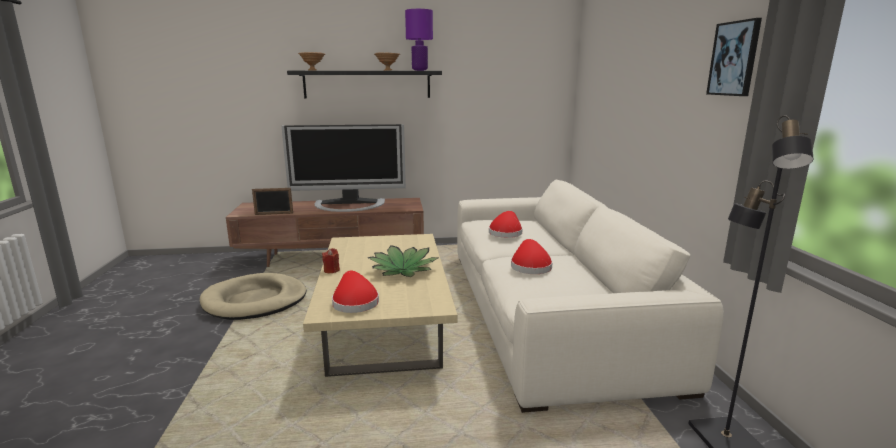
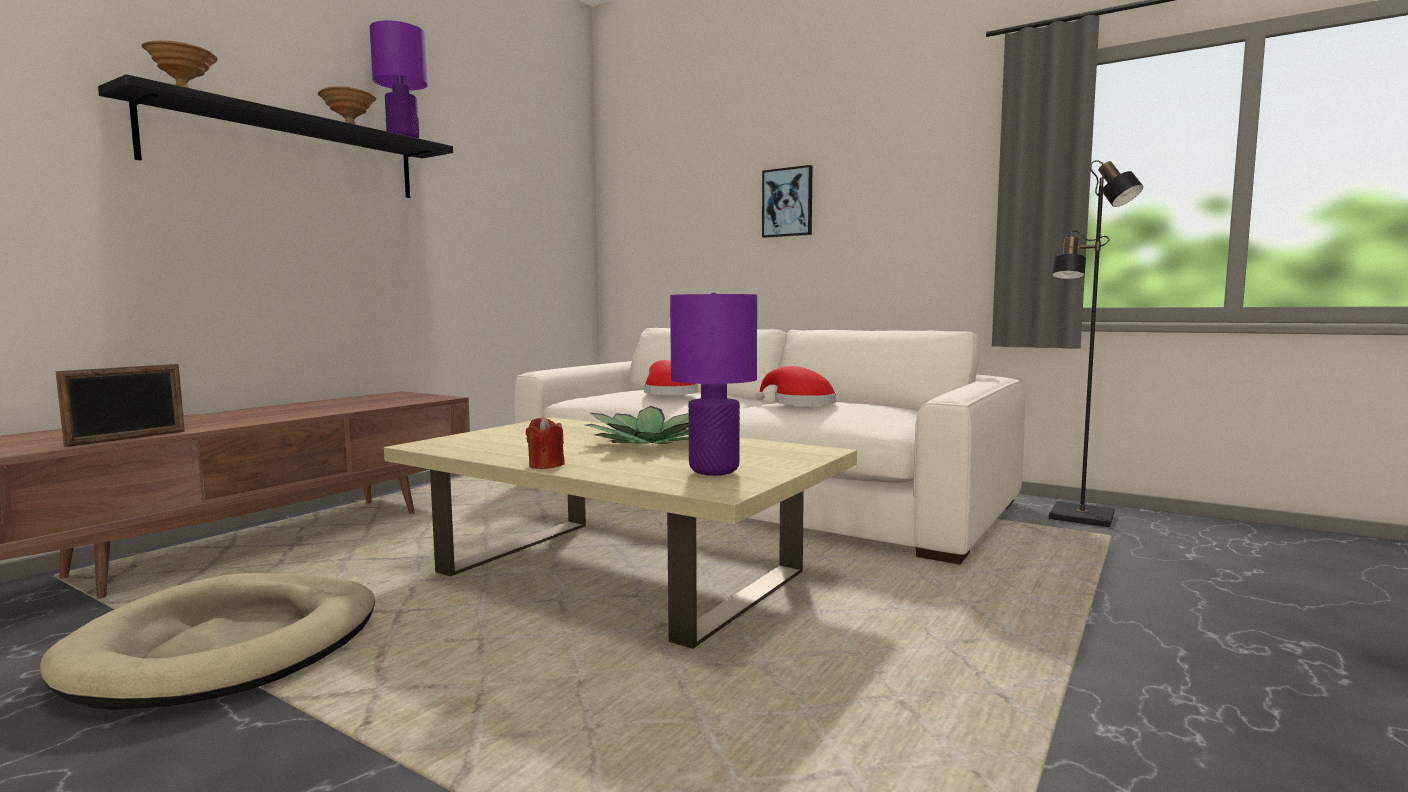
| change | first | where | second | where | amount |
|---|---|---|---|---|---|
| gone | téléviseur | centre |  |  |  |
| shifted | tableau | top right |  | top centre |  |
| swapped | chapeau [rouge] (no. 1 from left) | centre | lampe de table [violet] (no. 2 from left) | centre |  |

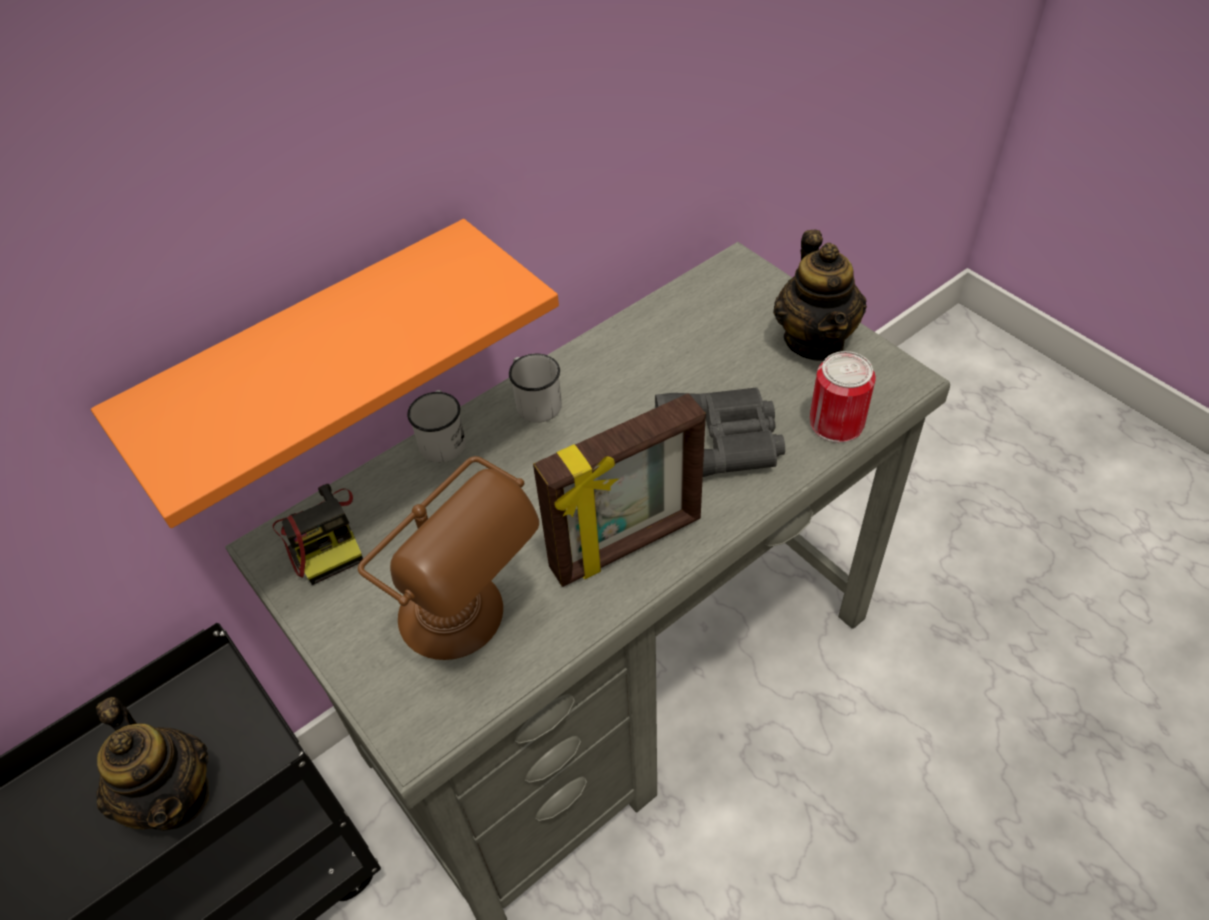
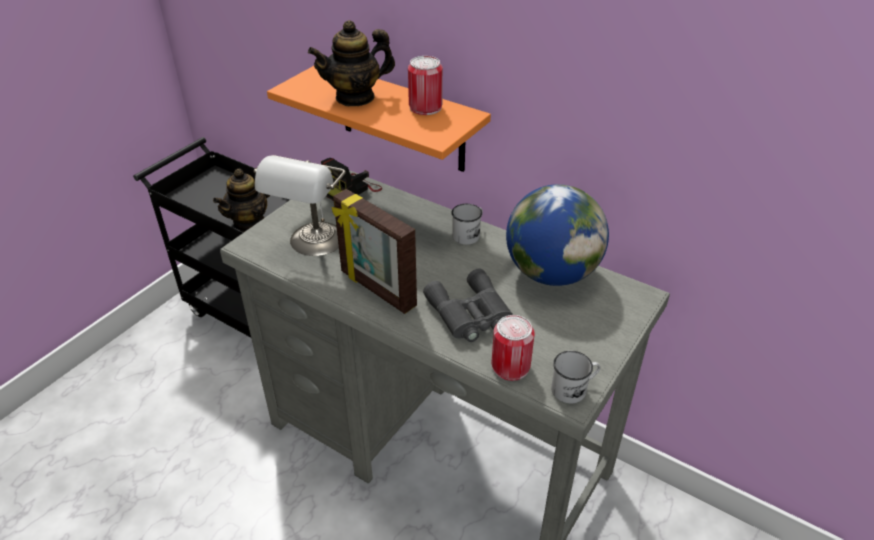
| change | first | where | second | where | amount |
|---|---|---|---|---|---|
| new |  |  | boîte métallique (no. 1 from left) | top centre |  |
| new |  |  | globe | centre |  |
| shifted | mug [blanc] (no. 1 from left in the first image) | centre | mug [blanc] (no. 2 from left) | bottom centre |  |
| shifted | théière (no. 2 from left) | top right |  | top centre |  |
| repainted | lampe de table [marron] | centre | lampe de table [blanc] | centre |  |

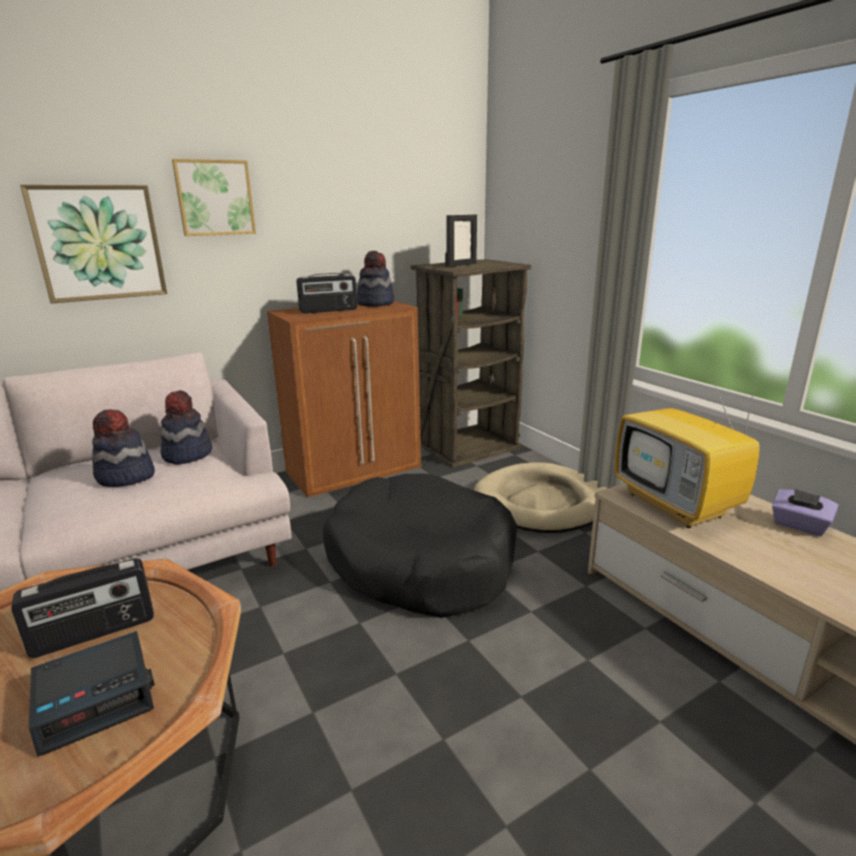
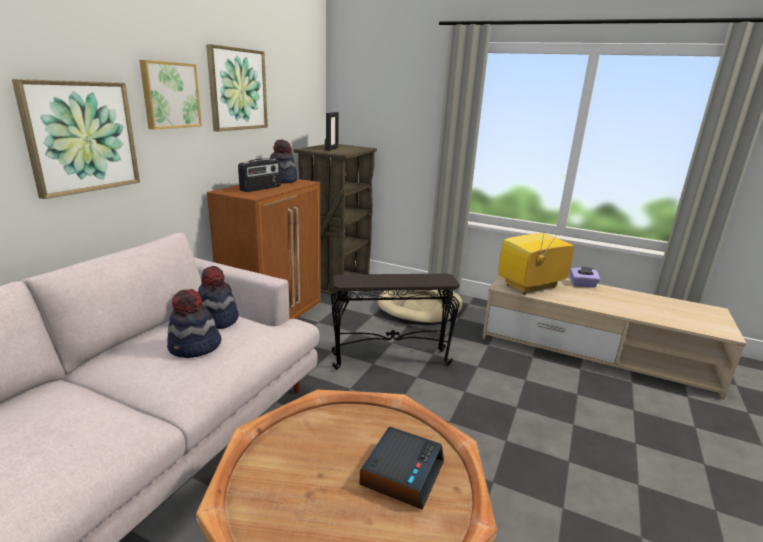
| change | first | where | second | where | amount |
|---|---|---|---|---|---|
| gone | radio (no. 1 from left) | bottom left |  |  |  |
| new |  |  | tableau (no. 3 from left) | top left |  |
| swapped | panier pour chien [noir] | centre | table d'appoint [noir] | centre |  |
| rotated | téléviseur | middle right |  | middle right | 120 degrees clockwise |

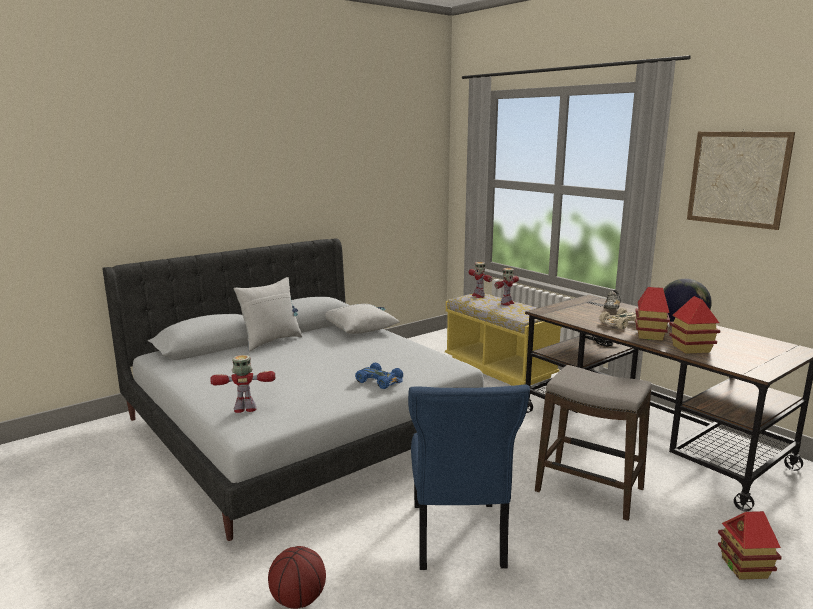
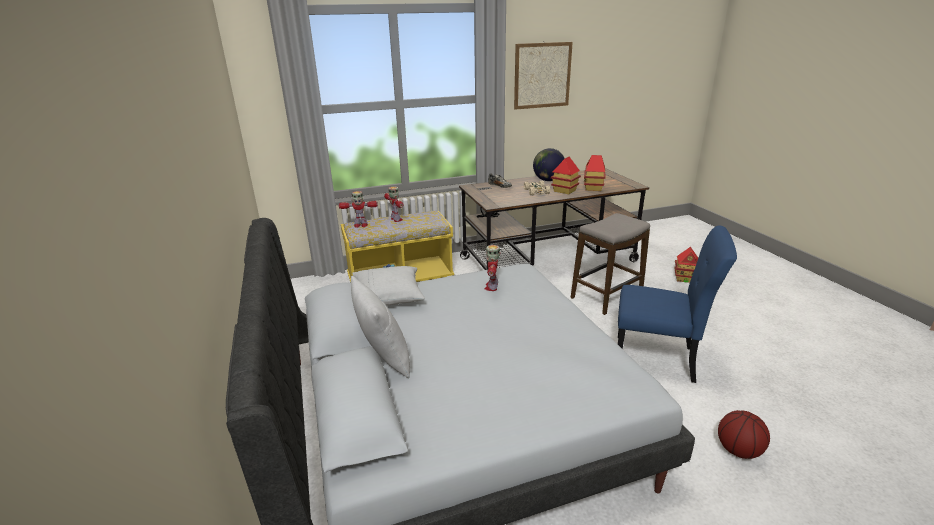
| change | first | where | second | where | amount |
|---|---|---|---|---|---|
| gone | petite voiture [bleu] | centre |  |  |  |
| shifted | robot jouet (no. 1 from left in the first image) | middle left | robot jouet (no. 3 from left) | centre |  |

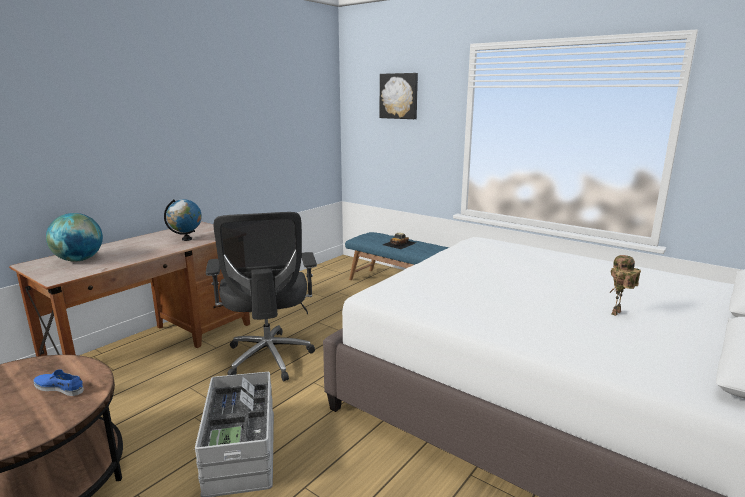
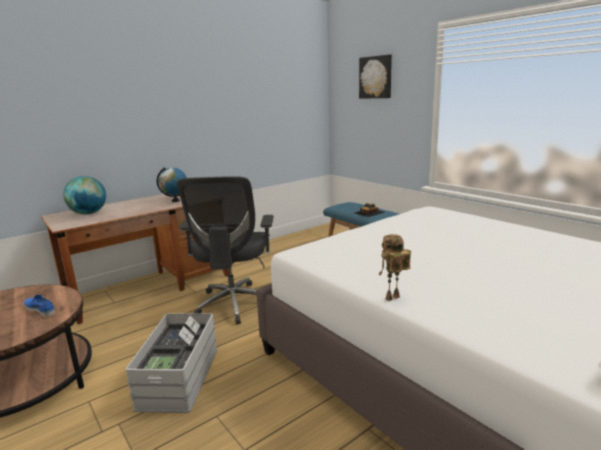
| change | first | where | second | where | amount |
|---|---|---|---|---|---|
| shifted | robot jouet | middle right |  | centre |  |

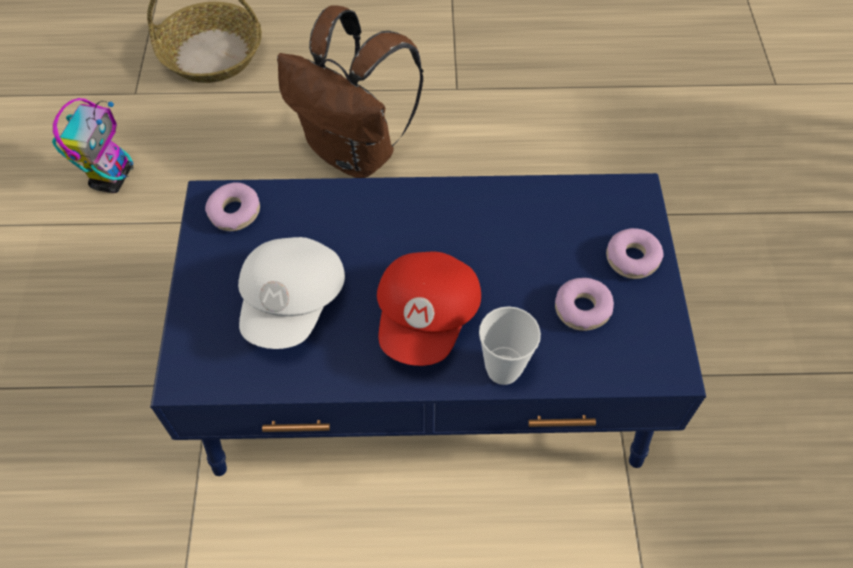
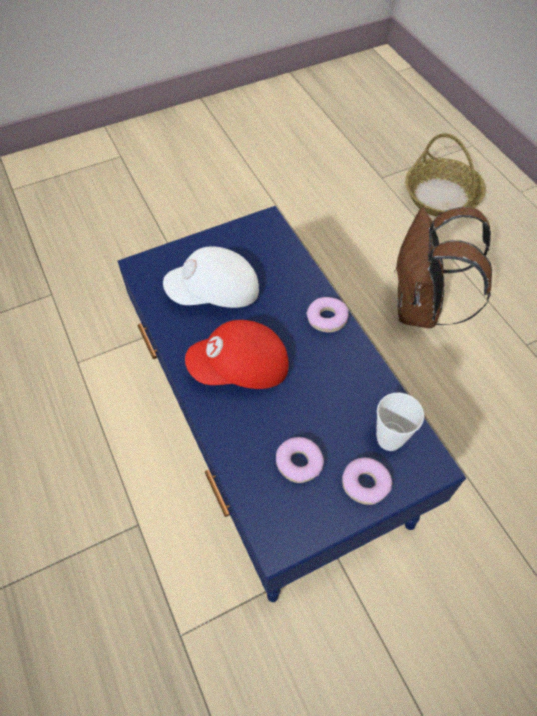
| change | first | where | second | where | amount |
|---|---|---|---|---|---|
| gone | robot jouet | top left |  |  |  |
| shifted | beignet (no. 1 from left in the first image) | middle left | beignet (no. 2 from left) | centre |  |
| shifted | tasse | centre |  | middle right |  |

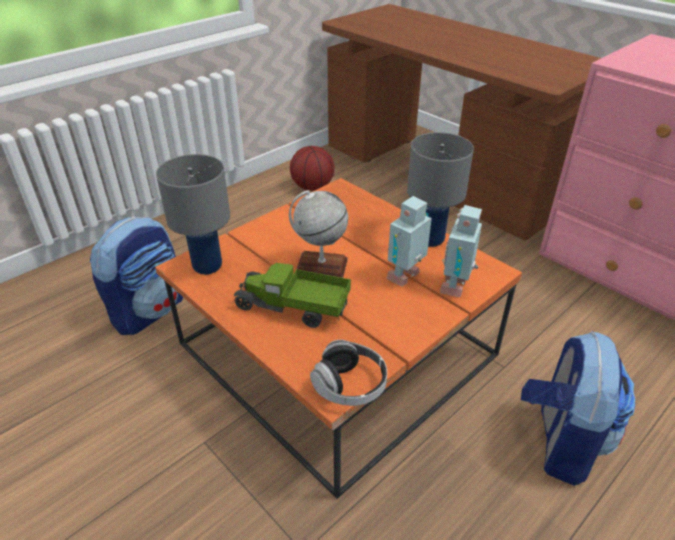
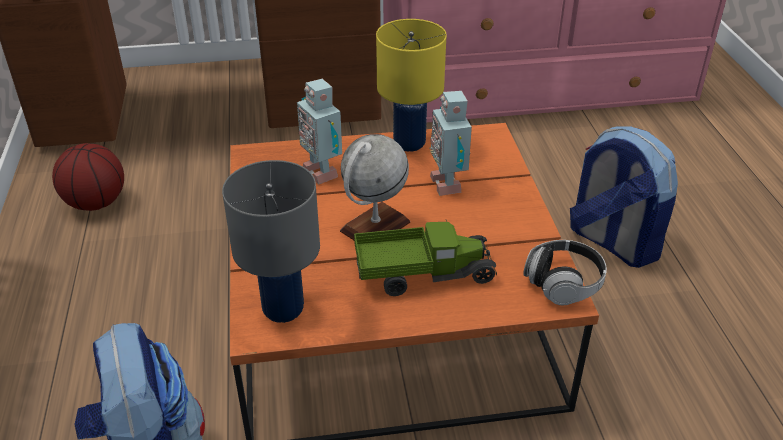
| change | first | where | second | where | amount |
|---|---|---|---|---|---|
| shifted | robot jouet (no. 2 from left in the first image) | middle right | robot jouet (no. 1 from left) | top centre |  |
| repainted | lampe de table [gris] (no. 2 from left) | centre | lampe de table [jaune] | top centre |  |
| rotated | camion jouet | centre |  | centre | 150 degrees counterclockwise |

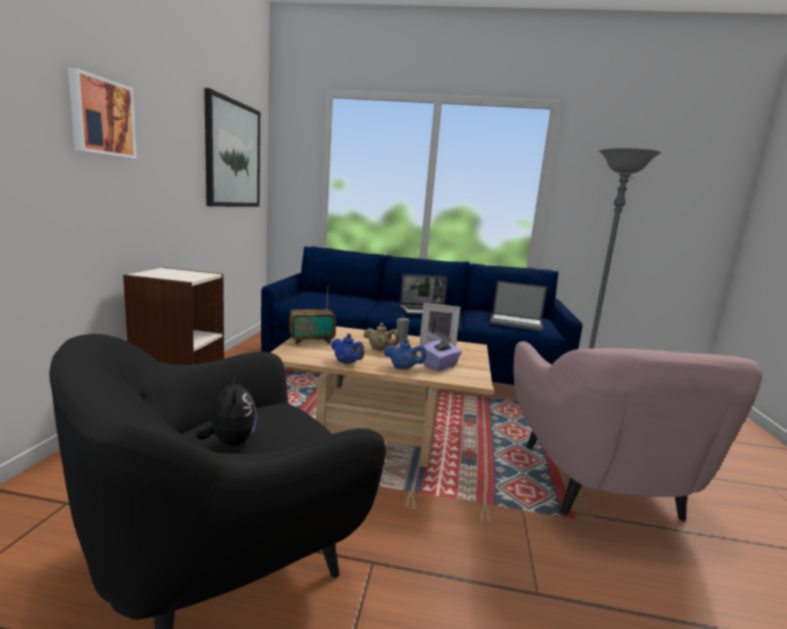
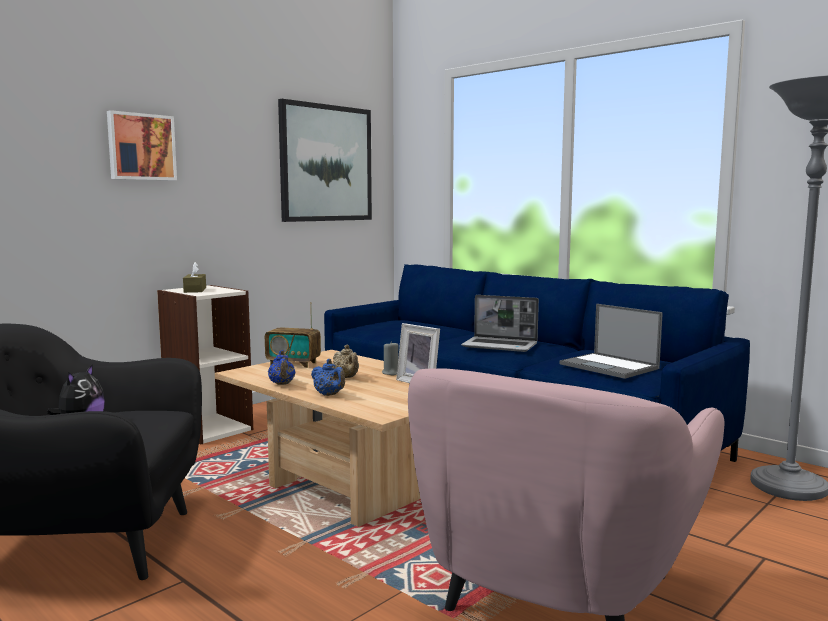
| change | first | where | second | where | amount |
|---|---|---|---|---|---|
| gone | boîte à mouchoirs [violet] | centre |  |  |  |
| new |  |  | boîte à mouchoirs [marron] | middle left |  |

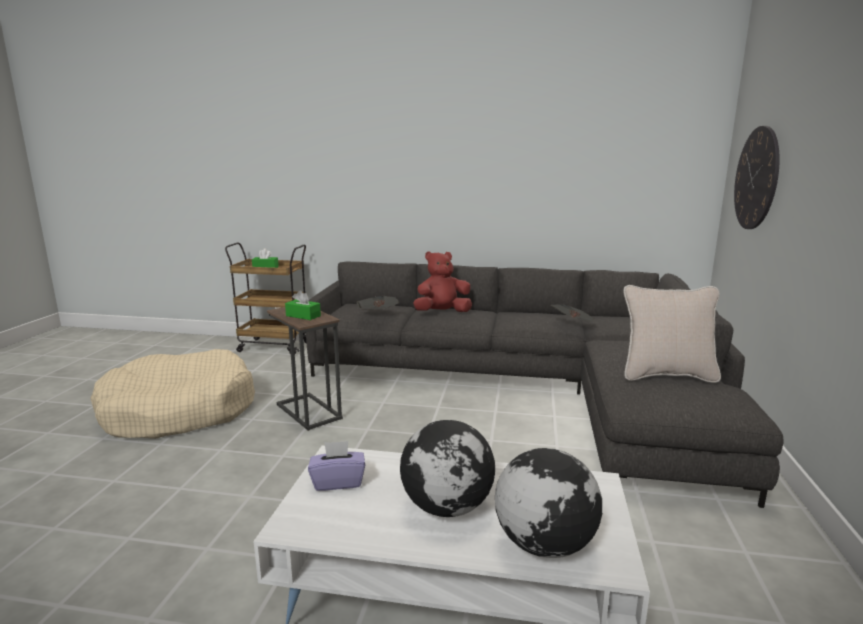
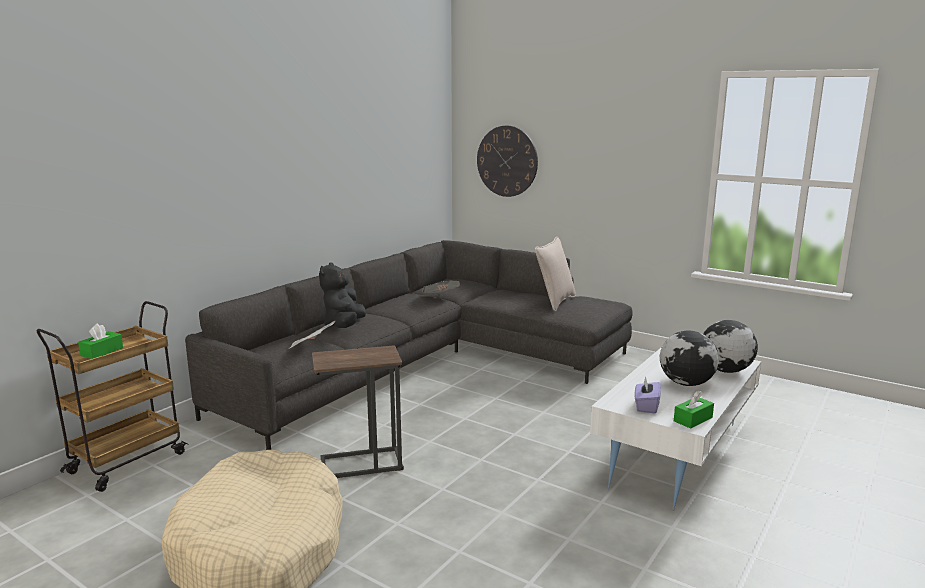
| change | first | where | second | where | amount |
|---|---|---|---|---|---|
| shifted | boîte à mouchoirs [vert] (no. 2 from left) | centre |  | bottom right |  |
| repainted | peluche [rouge] | centre | peluche [noir] | centre |  |

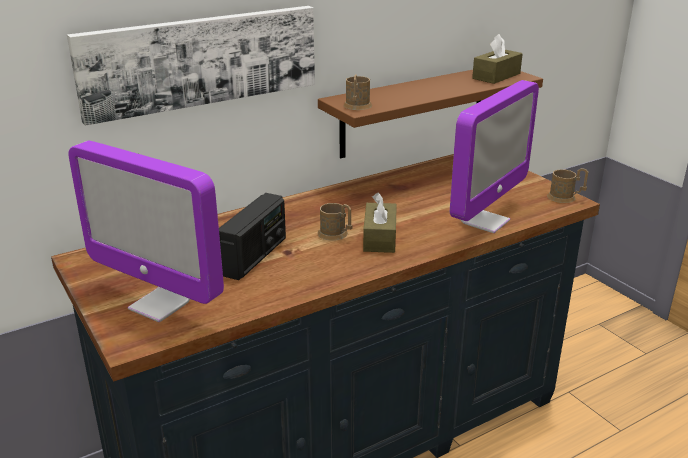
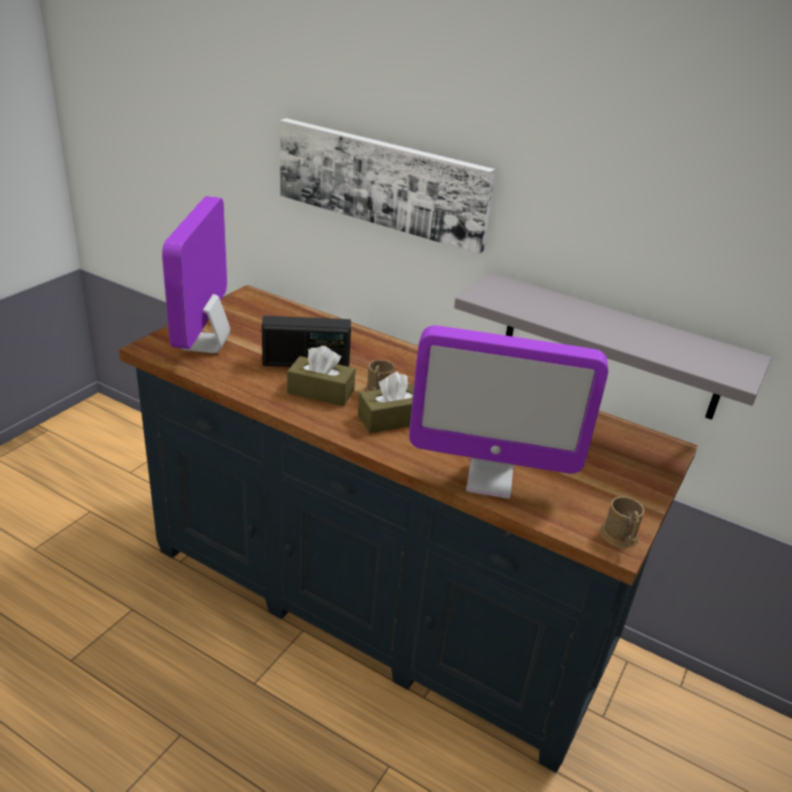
| change | first | where | second | where | amount |
|---|---|---|---|---|---|
| gone | mug [marron] (no. 2 from left) | top centre |  |  |  |
| shifted | boîte à mouchoirs [marron] (no. 2 from left in the first image) | top right | boîte à mouchoirs [marron] (no. 1 from left) | centre |  |
| repainted | étagère [marron] | top centre | étagère [gris] | middle right |  |

